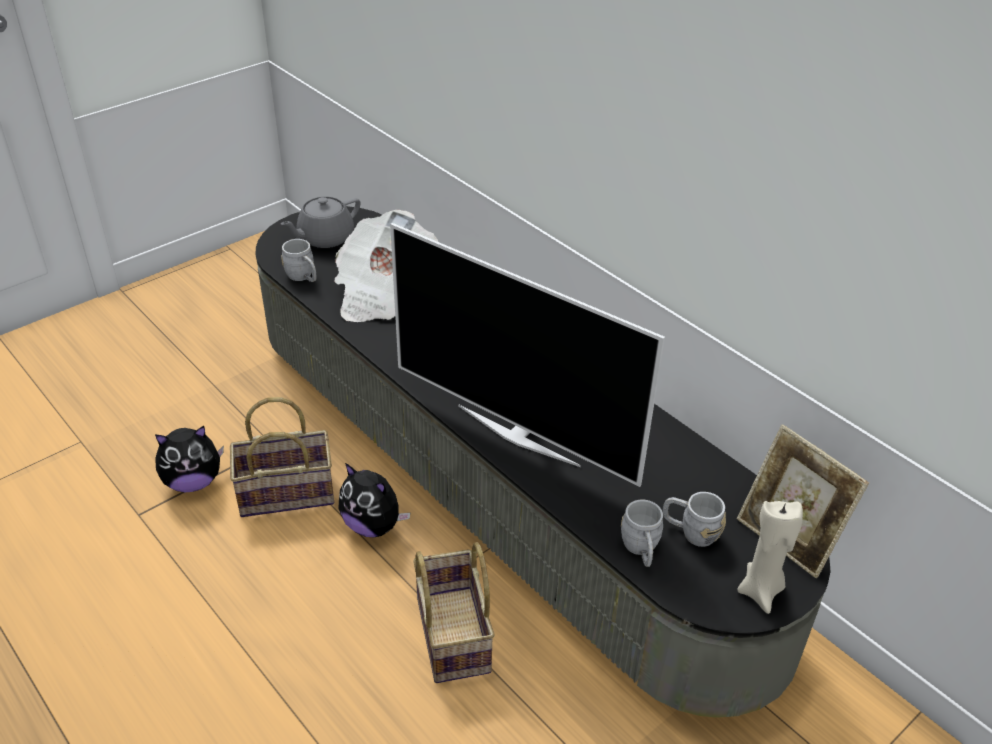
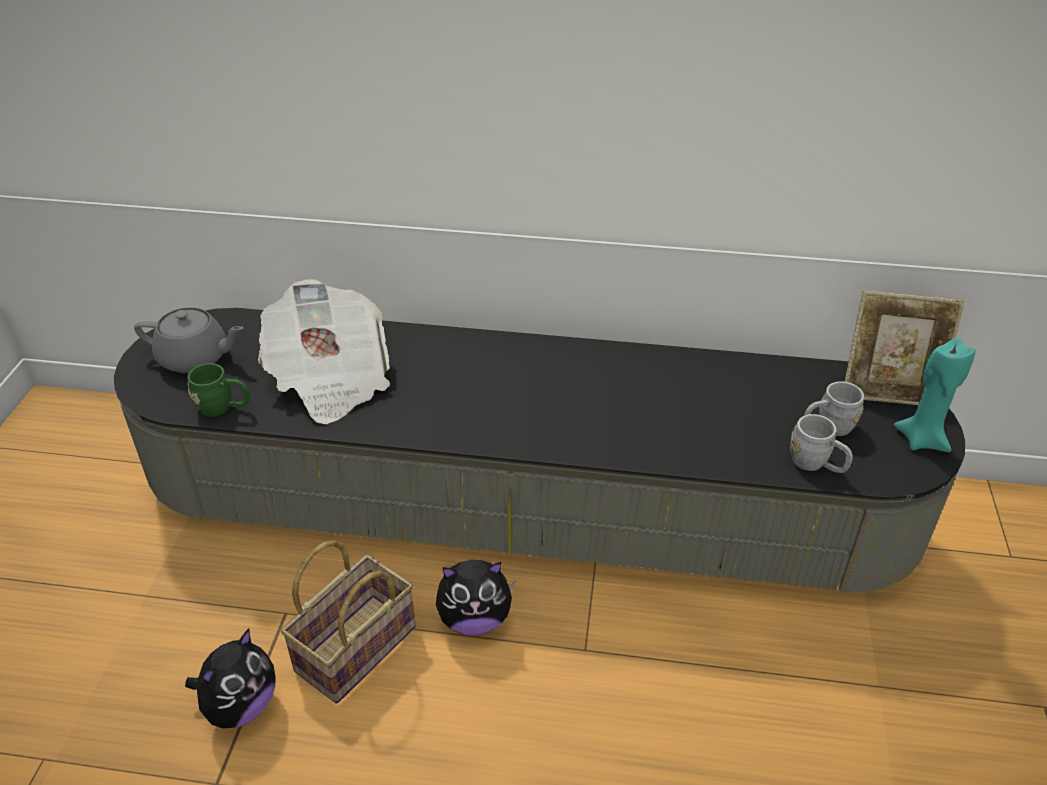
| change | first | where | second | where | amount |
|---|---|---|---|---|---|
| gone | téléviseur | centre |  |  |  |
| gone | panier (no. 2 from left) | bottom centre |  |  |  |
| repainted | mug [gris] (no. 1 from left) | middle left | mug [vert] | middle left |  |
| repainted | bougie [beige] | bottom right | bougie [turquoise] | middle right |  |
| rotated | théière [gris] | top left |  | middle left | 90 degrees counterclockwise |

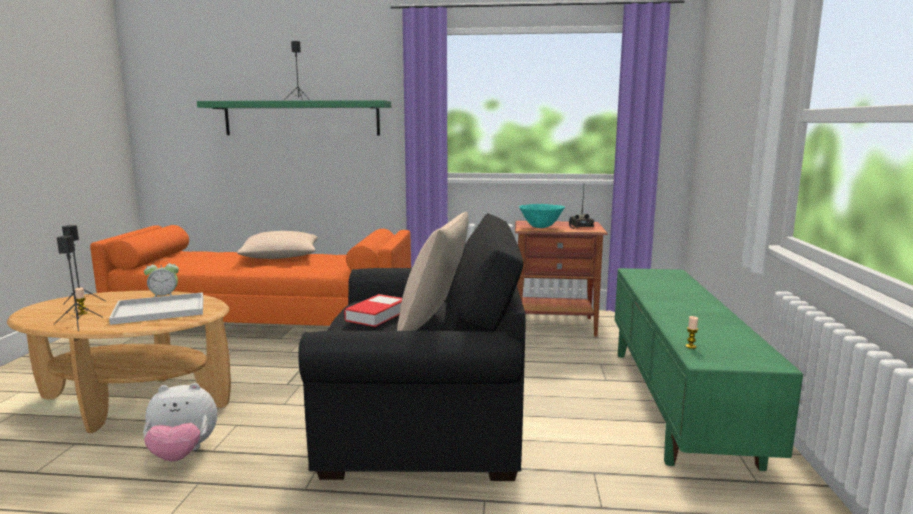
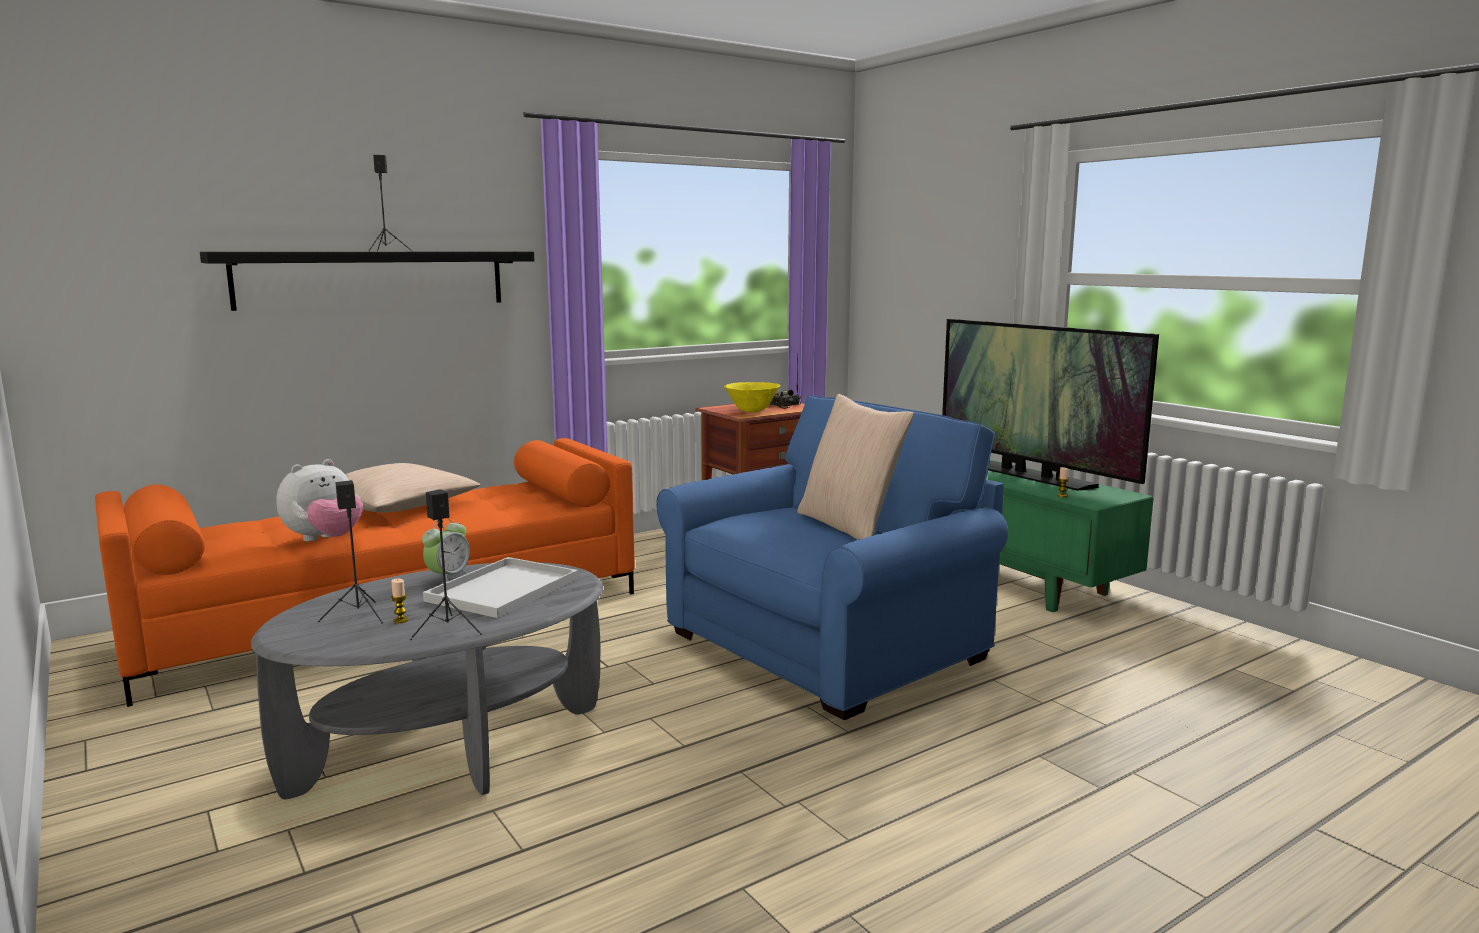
| change | first | where | second | where | amount |
|---|---|---|---|---|---|
| gone | livre | centre |  |  |  |
| new |  |  | téléviseur | middle right |  |
| shifted | peluche | bottom left |  | middle left |  |
| repainted | table basse [marron] | bottom left | table basse [gris] | bottom left |  |
| repainted | étagère [vert] | top left | étagère [noir] | top left |  |
| repainted | fauteuil [noir] | bottom centre | fauteuil [bleu] | centre |  |
| repainted | bol [turquoise] | centre | bol [jaune] | centre |  |

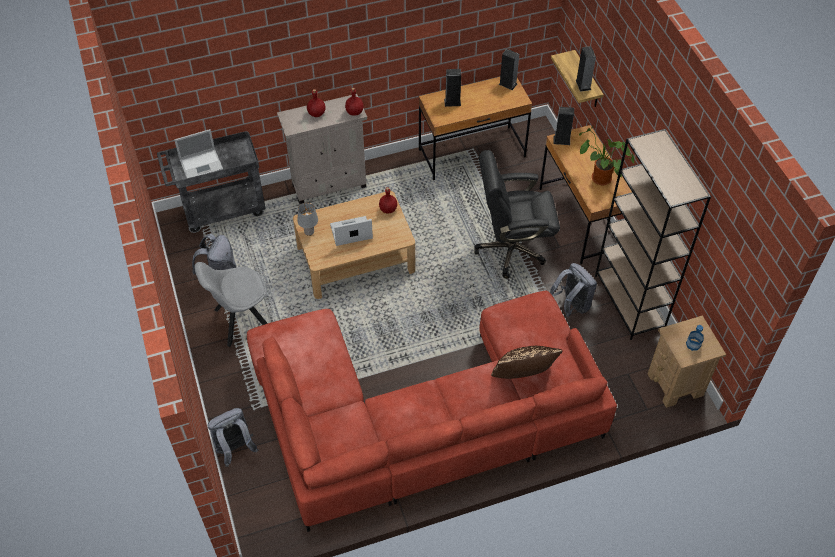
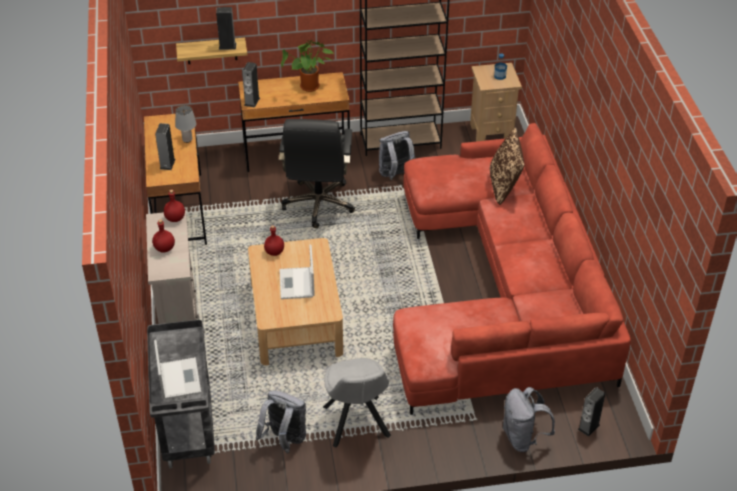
| change | first | where | second | where | amount |
|---|---|---|---|---|---|
| shifted | lampe de table [gris] | centre |  | top left |  |
| shifted | enceinte (no. 2 from left in the first image) | top centre | enceinte (no. 4 from left) | bottom right |  |

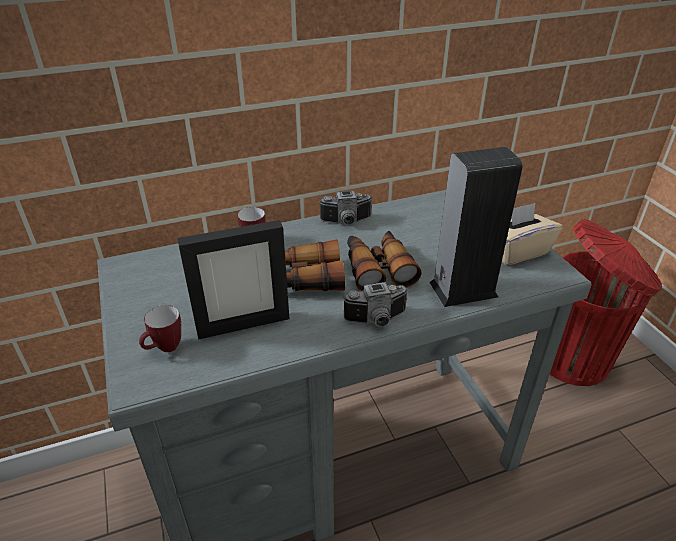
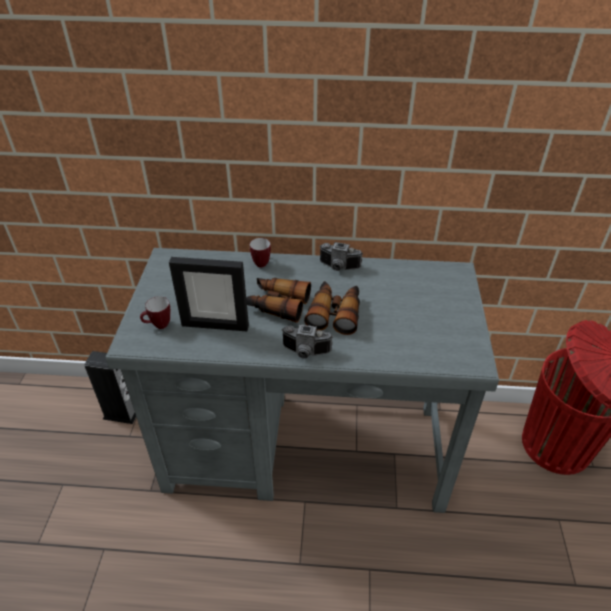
| change | first | where | second | where | amount |
|---|---|---|---|---|---|
| gone | boîte à mouchoirs [beige] | middle right |  |  |  |
| shifted | enceinte | middle right |  | middle left |  |

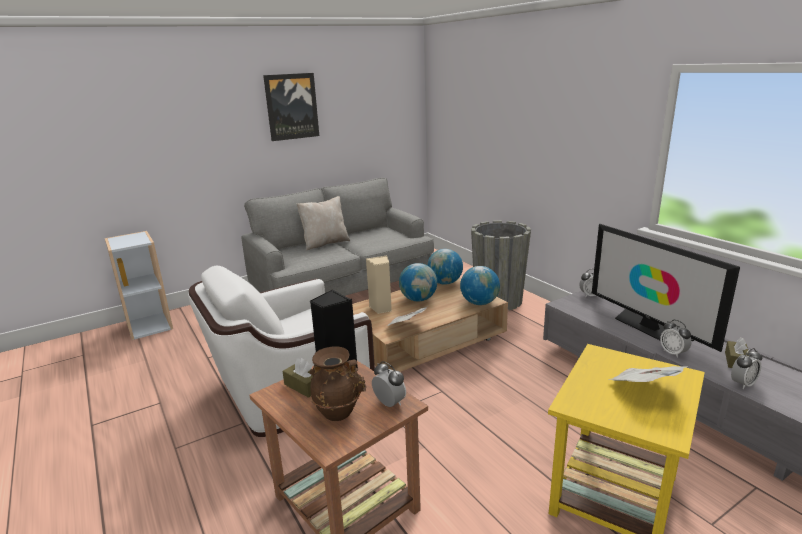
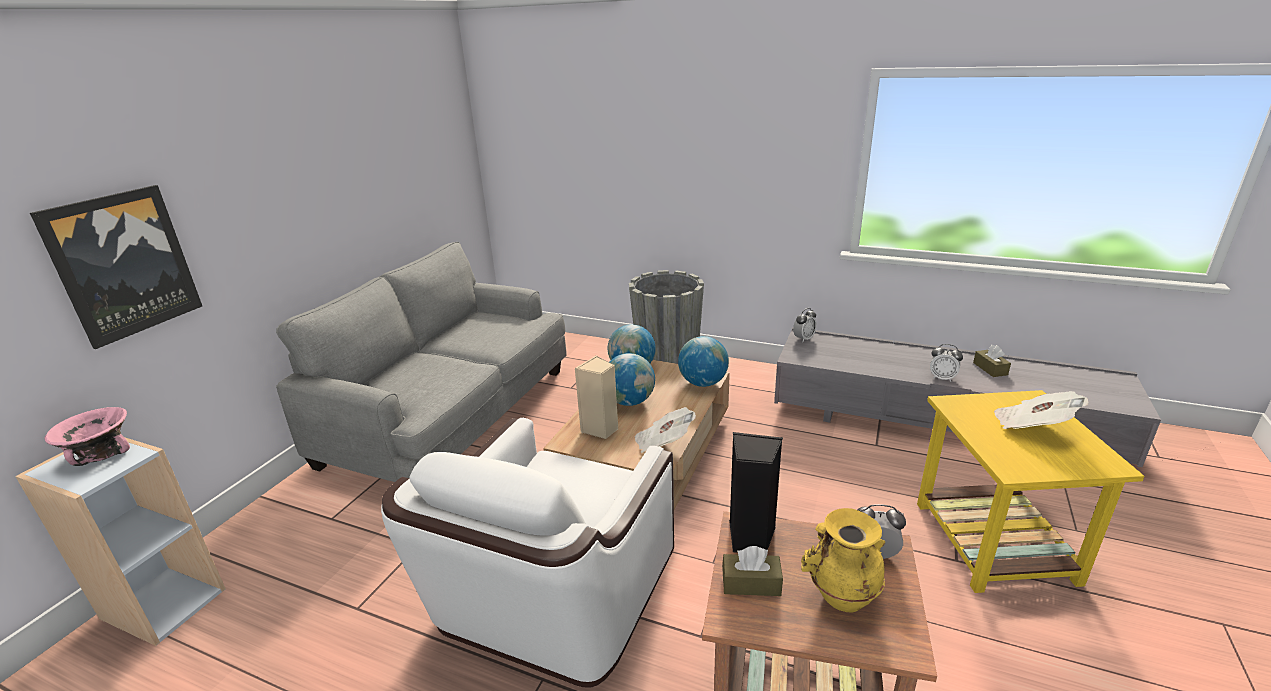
| change | first | where | second | where | amount |
|---|---|---|---|---|---|
| gone | coussin [beige] | centre |  |  |  |
| gone | téléviseur | middle right |  |  |  |
| gone | réveil (no. 4 from left) | bottom right |  |  |  |
| new |  |  | bol [rose] | middle left |  |
| shifted | tableau | top centre |  | middle left |  |
| repainted | vase [marron] | bottom centre | vase [jaune] | bottom centre |  |

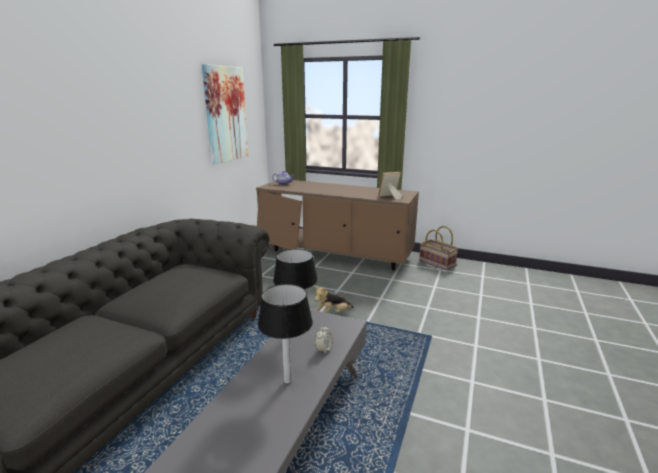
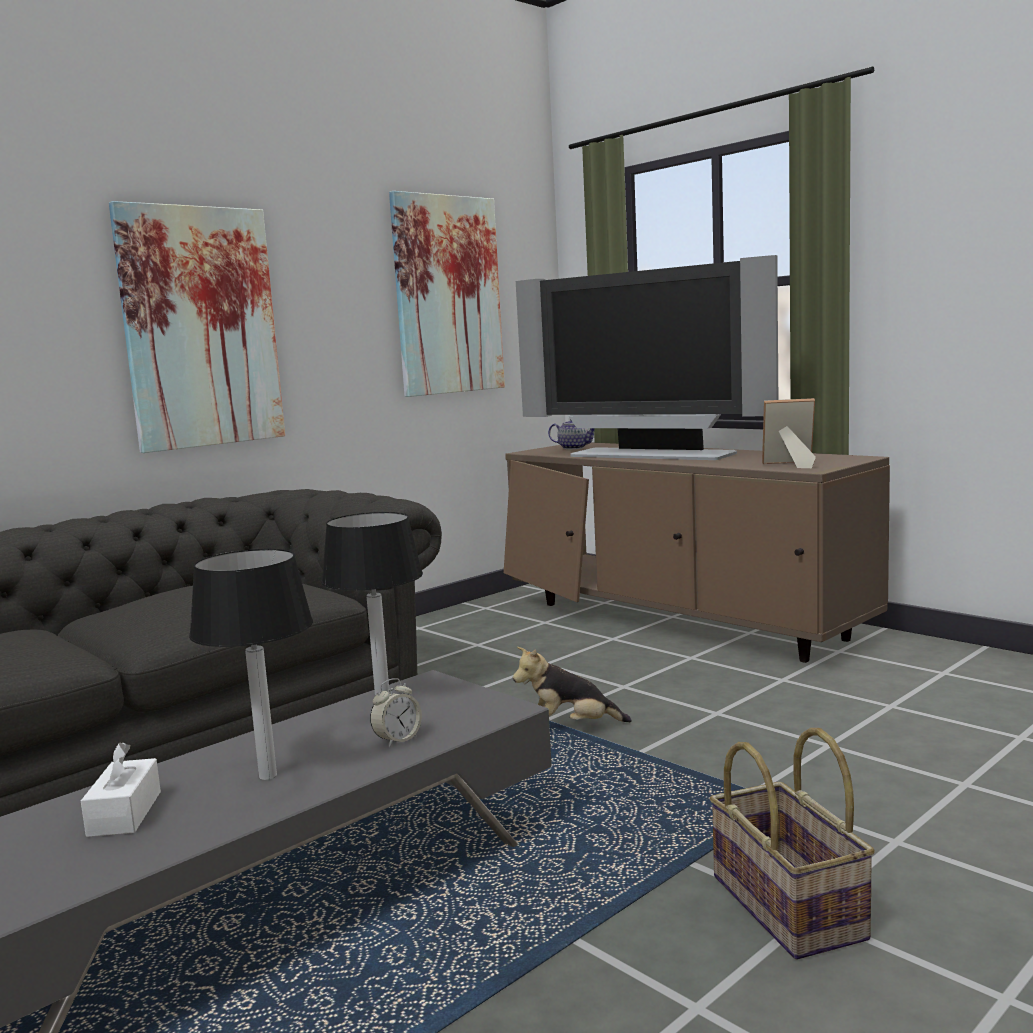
| change | first | where | second | where | amount |
|---|---|---|---|---|---|
| new |  |  | boîte à mouchoirs [blanc] | bottom left |  |
| new |  |  | tableau (no. 1 from left) | top left |  |
| new |  |  | téléviseur | centre |  |
| shifted | panier | centre |  | bottom right |  |

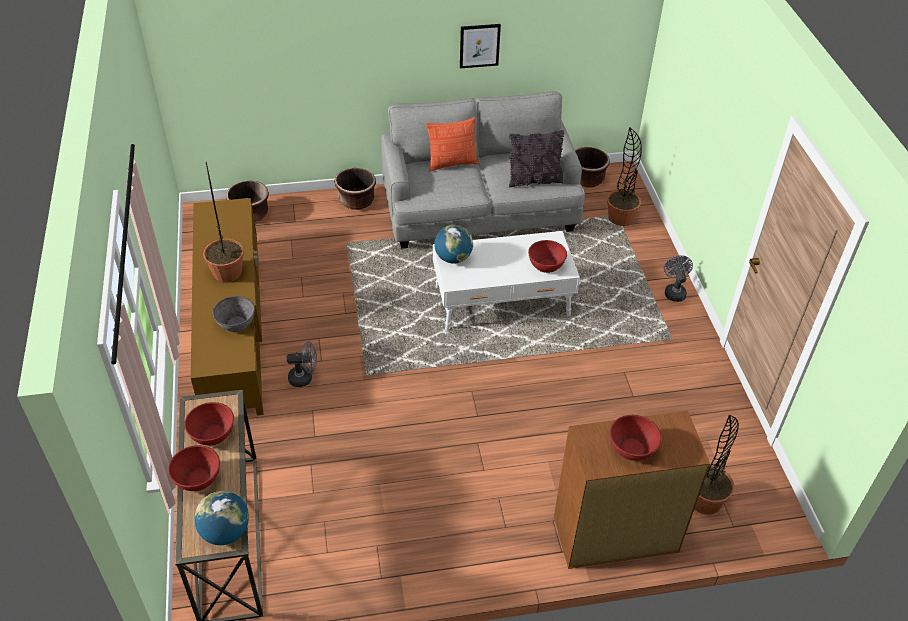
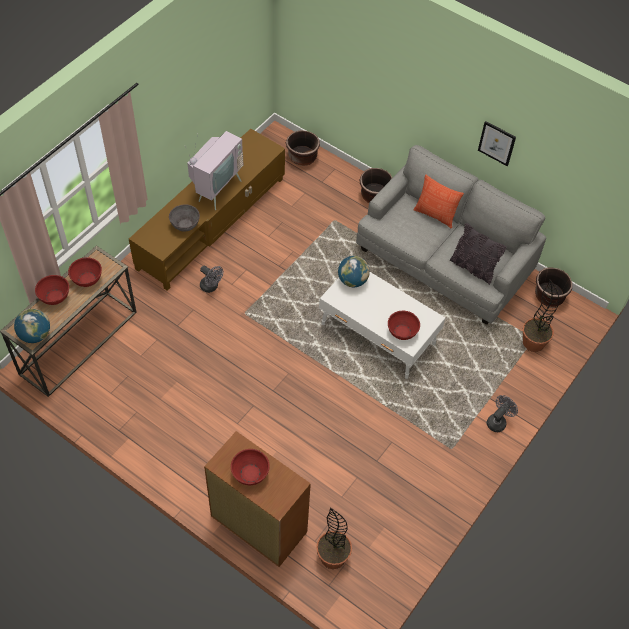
| change | first | where | second | where | amount |
|---|---|---|---|---|---|
| swapped | plante en pot (no. 1 from left) | middle left | téléviseur | top centre |  |

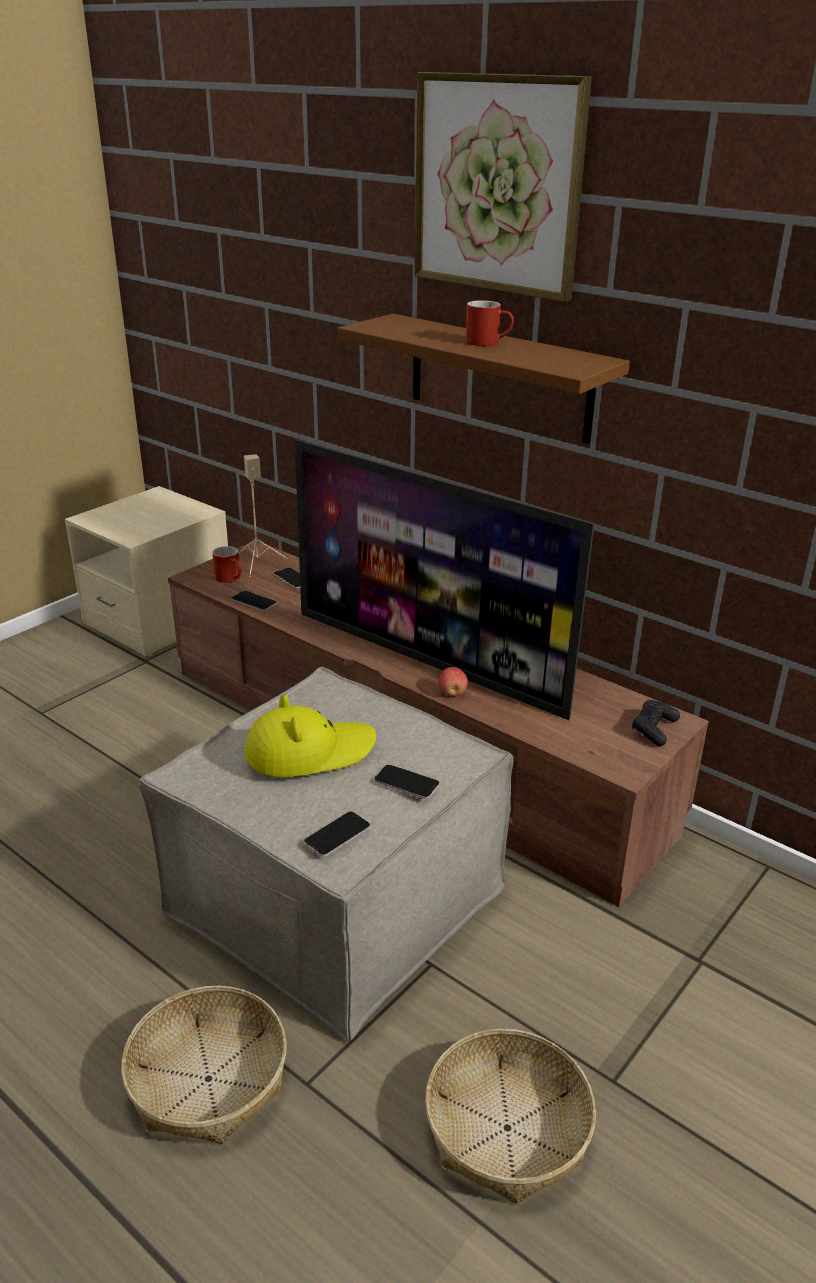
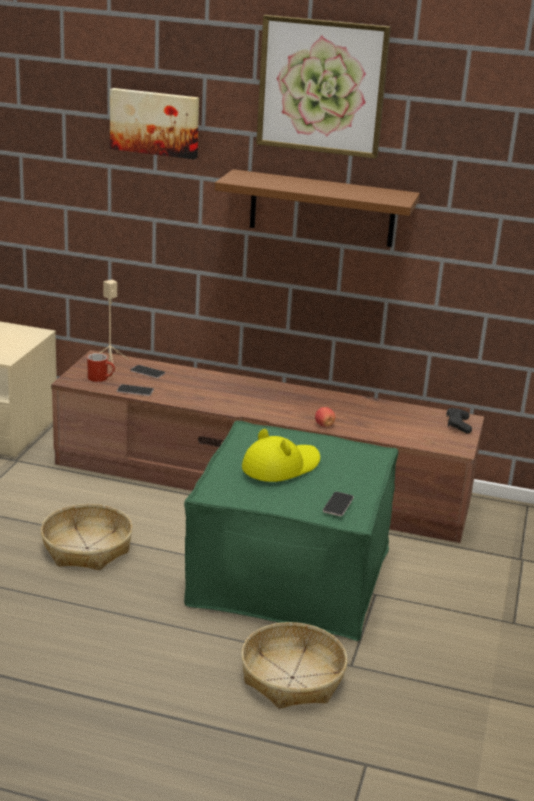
| change | first | where | second | where | amount |
|---|---|---|---|---|---|
| gone | téléviseur | centre |  |  |  |
| gone | téléphone (no. 4 from left) | centre |  |  |  |
| gone | mug [rouge] (no. 2 from left) | top centre |  |  |  |
| new |  |  | tableau (no. 1 from left) | top left |  |
| shifted | panier (no. 2 from left in the first image) | bottom centre | panier (no. 1 from left) | bottom left |  |
| repainted | pouf [beige] | centre | pouf [vert] | centre |  |

